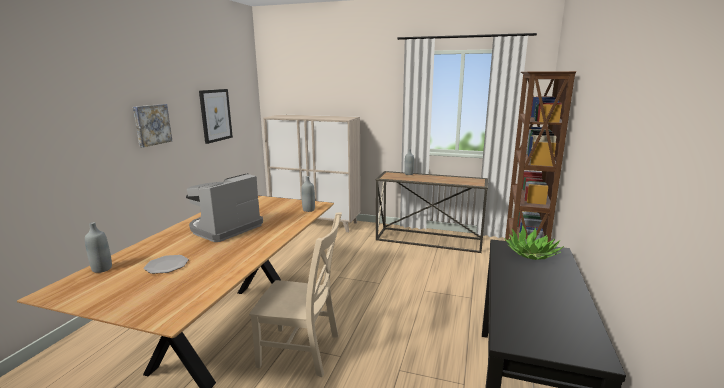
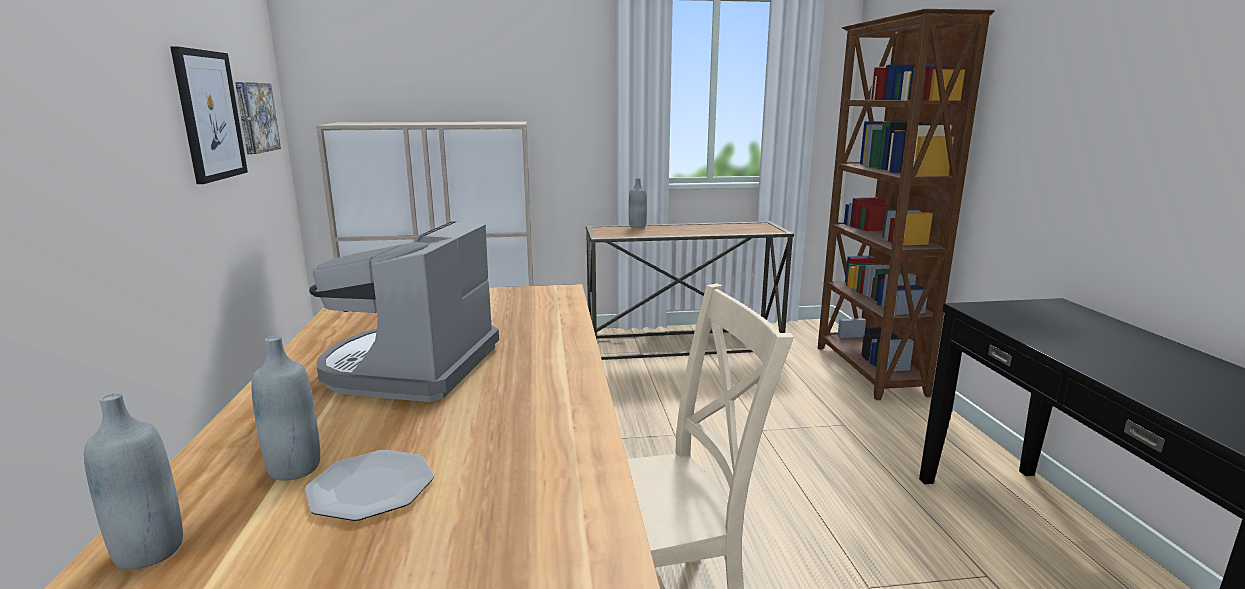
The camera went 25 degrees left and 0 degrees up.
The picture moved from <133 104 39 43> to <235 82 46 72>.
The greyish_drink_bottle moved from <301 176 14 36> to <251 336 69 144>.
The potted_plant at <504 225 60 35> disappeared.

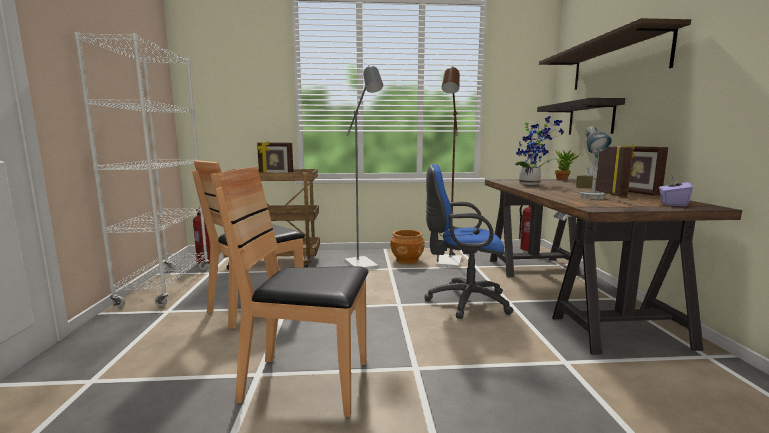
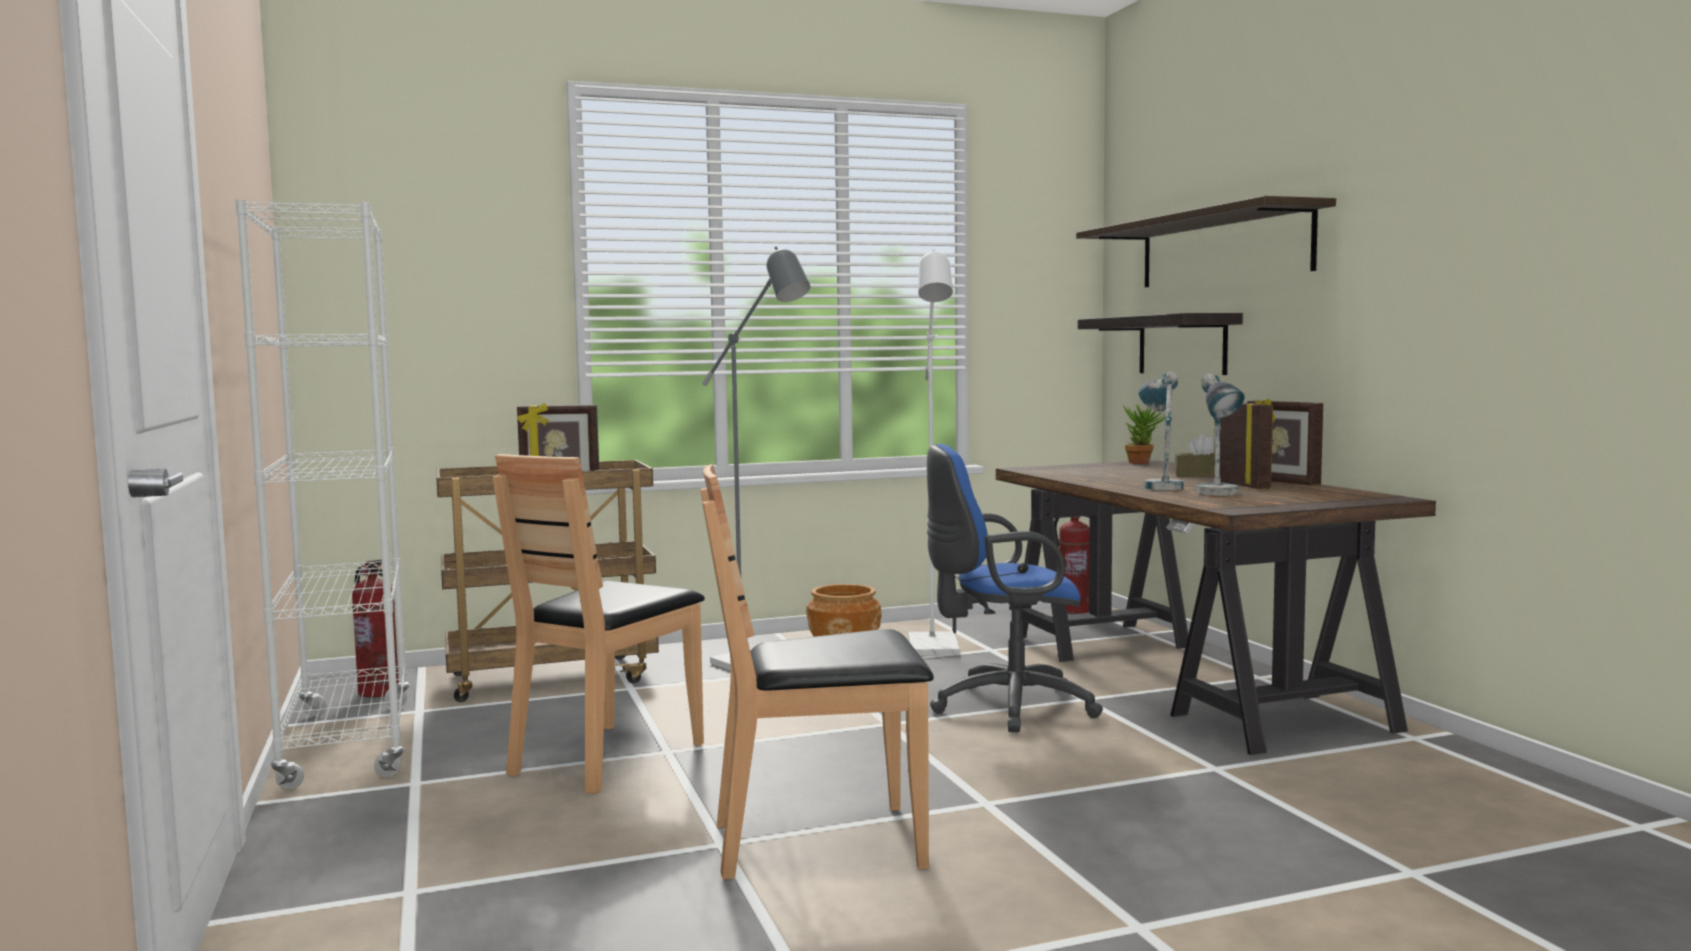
The camera went 15 degrees left and 5 degrees down.
The brown-coloured_floor_lamp at <436 66 26 202> became the white_floor_lamp at <908 249 52 407>.
The potted_plant at <515 116 49 69> disappeared.
The purple_box_of_tissues at <659 176 34 30> disappeared.
The lamp_for_a_table at <1138 371 46 119> appeared.

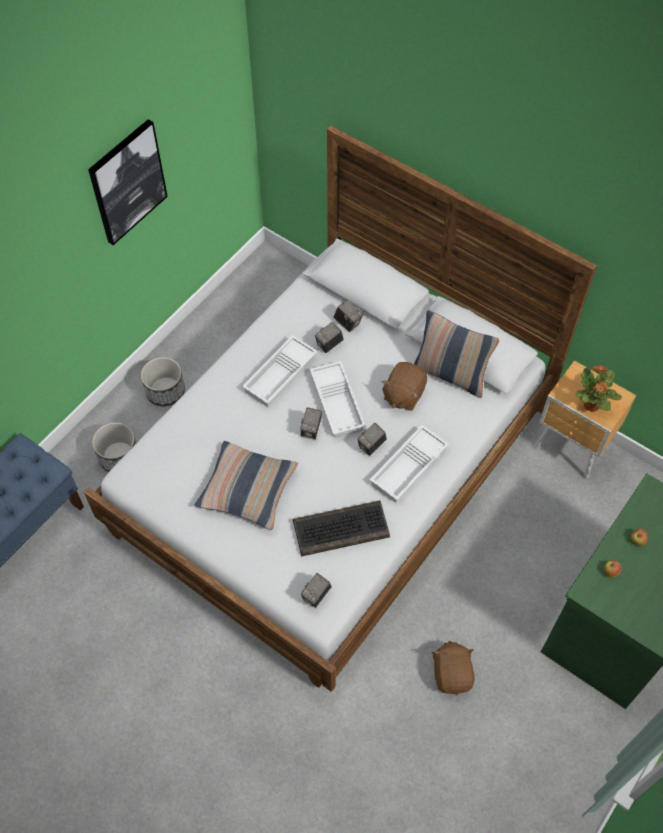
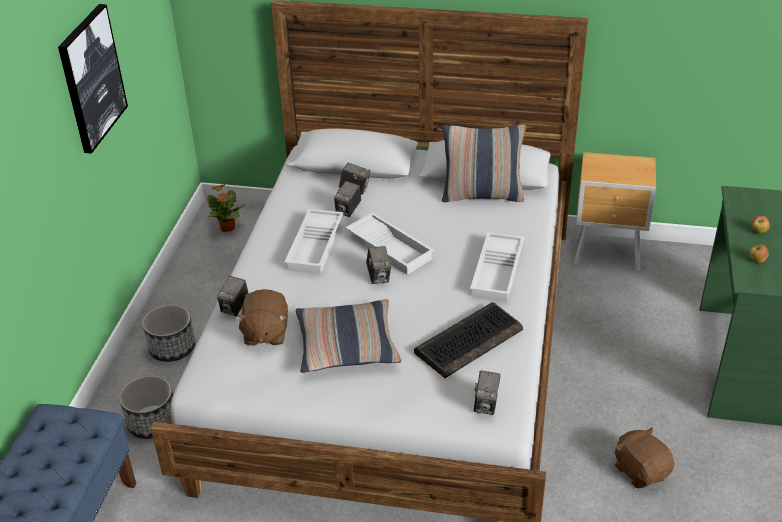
The camera went 25 degrees left and 20 degrees down.
The photo_camera moved from <358 423 29 33> to <217 276 32 40>.
The brown-coloured_soft_toy moved from <382 362 45 49> to <235 289 53 57>.
The potted_plant moved from <576 365 46 47> to <207 184 39 48>.

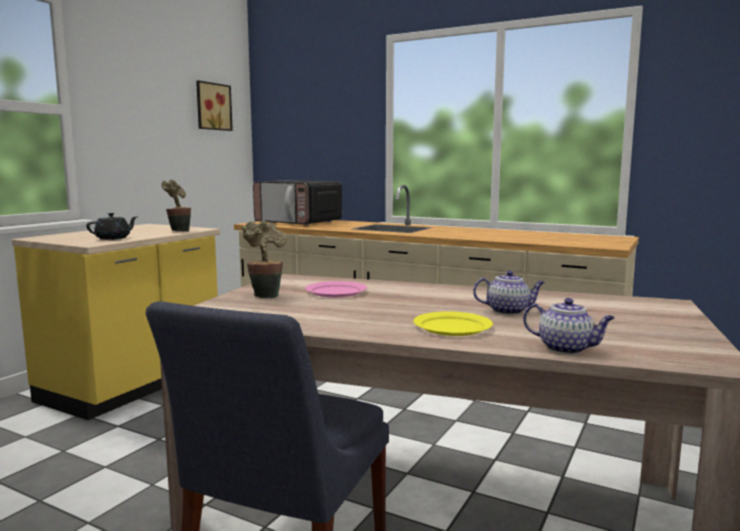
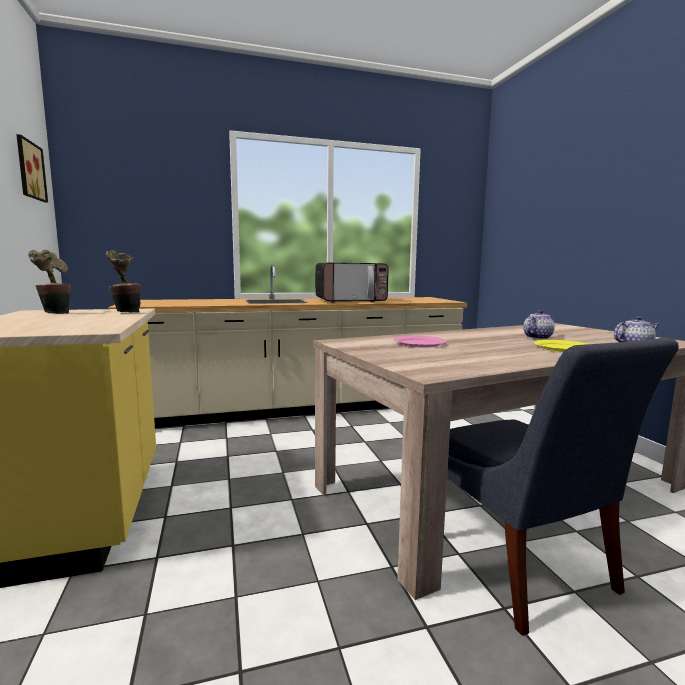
The camera went 45 degrees left and 0 degrees up.
The black_teapot at <86 213 51 27> disappeared.
The potted_plant moved from <241 220 46 78> to <28 249 43 65>.
The microwave_oven moved from <253 180 89 45> to <315 263 74 39>.

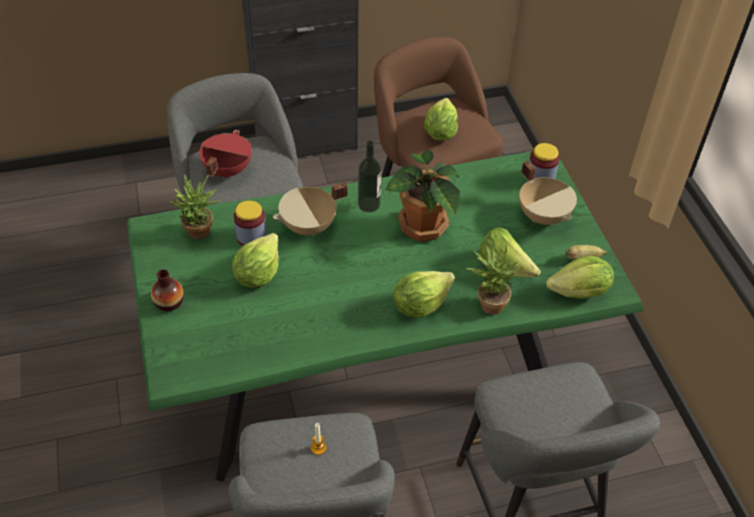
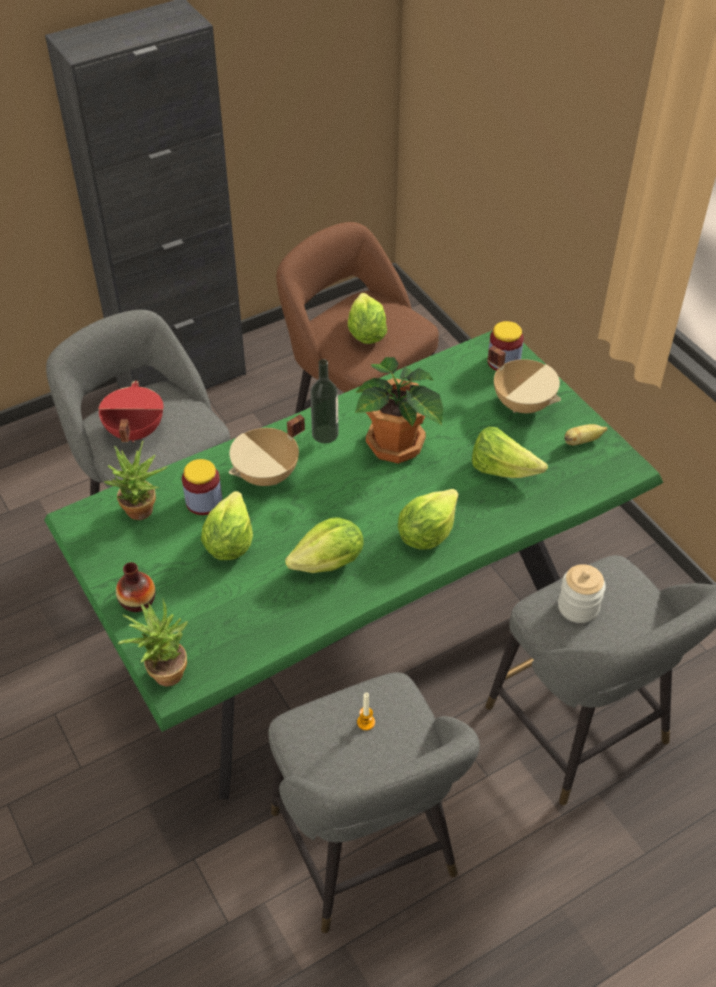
The camera went 15 degrees left and 0 degrees up.
The potted_plant moved from <466 244 54 71> to <118 599 70 87>.
The lettuce_head moved from <546 256 68 43> to <285 517 78 56>.
The storage_jar at <558 564 48 59> appeared.

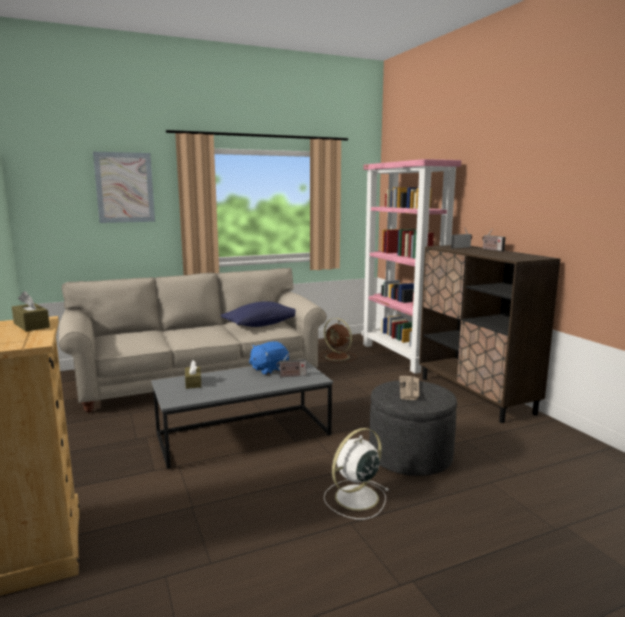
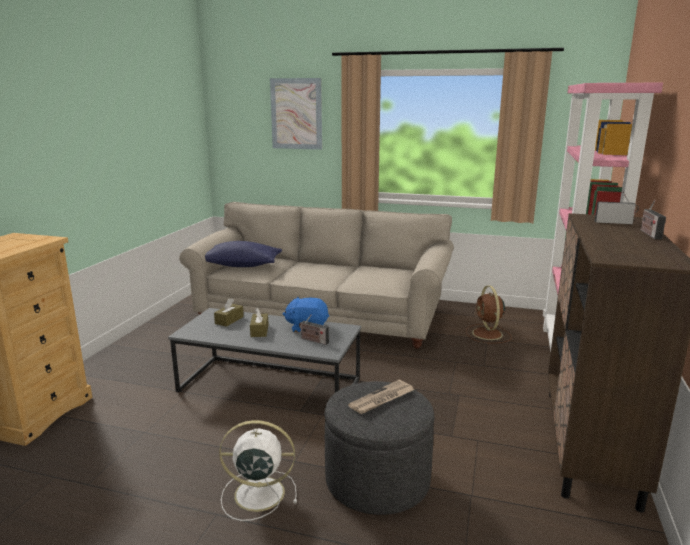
The camera went 40 degrees right and 5 degrees up.
The brown-coloured_box_of_tissues moved from <12 291 38 40> to <250 308 18 29>.
The blue_cushion moved from <221 301 75 26> to <205 241 77 26>.

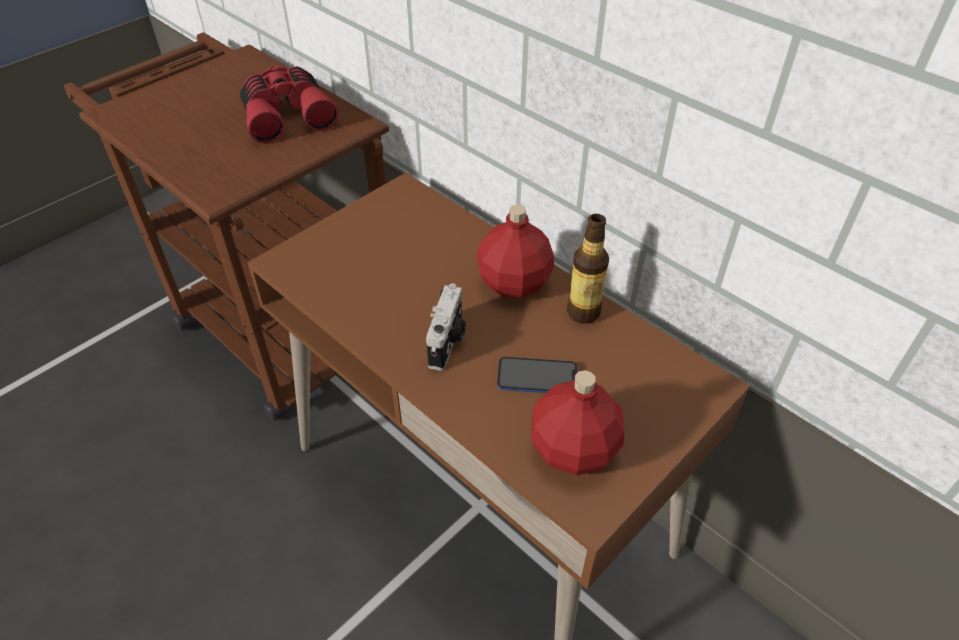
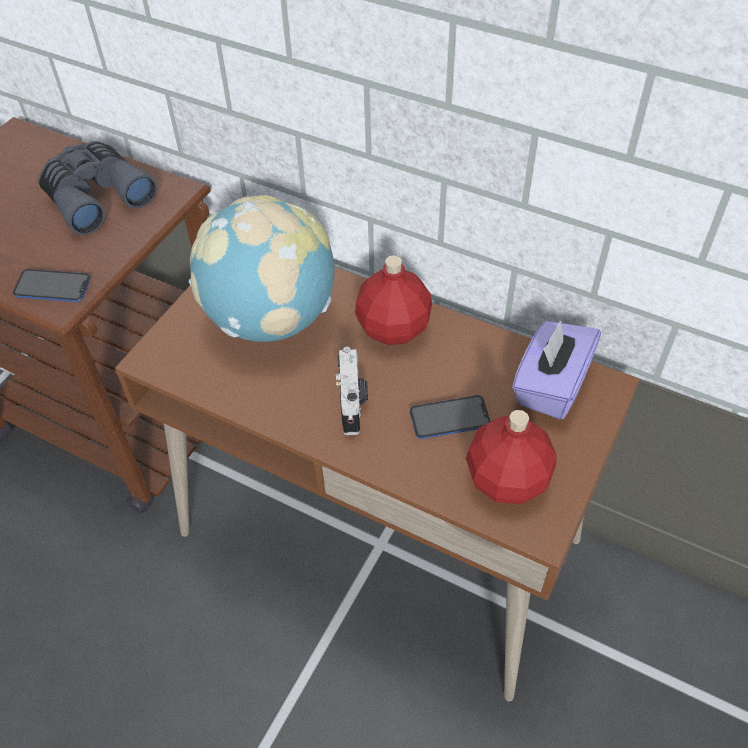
The camera went 15 degrees left and 5 degrees up.
The red-coloured_binoculars at <240 66 99 78> became the greyish_binoculars at <38 141 120 94>.
The drink_bottle at <567 214 42 110> disappeared.
The phone at <13 269 77 33> appeared.
The desk_globe at <189 195 146 147> appeared.
The purple_box_of_tissues at <512 320 89 100> appeared.

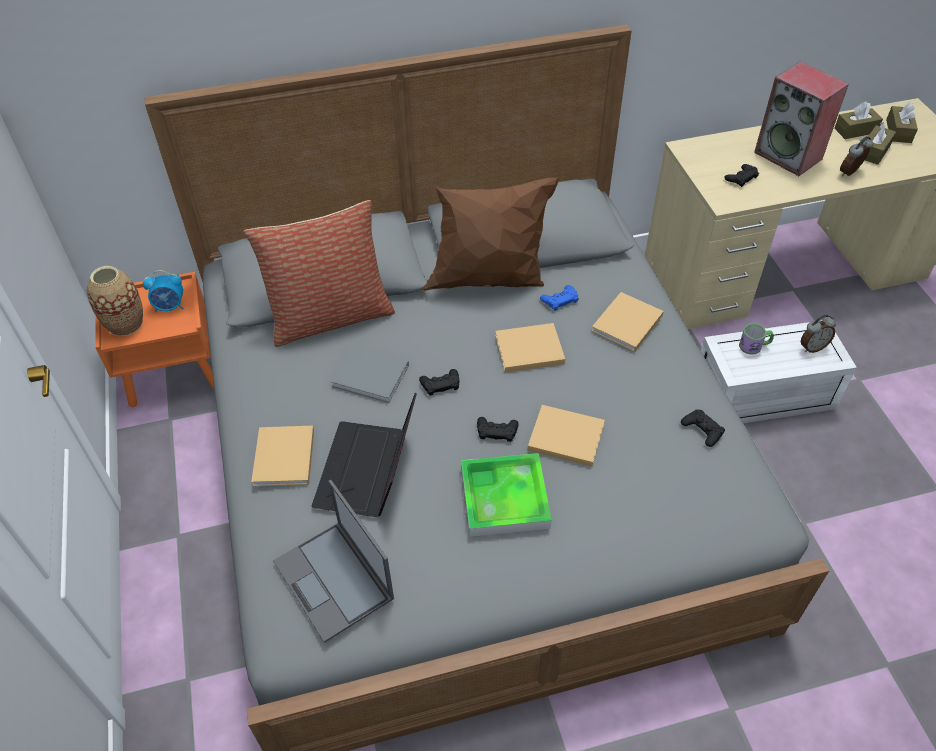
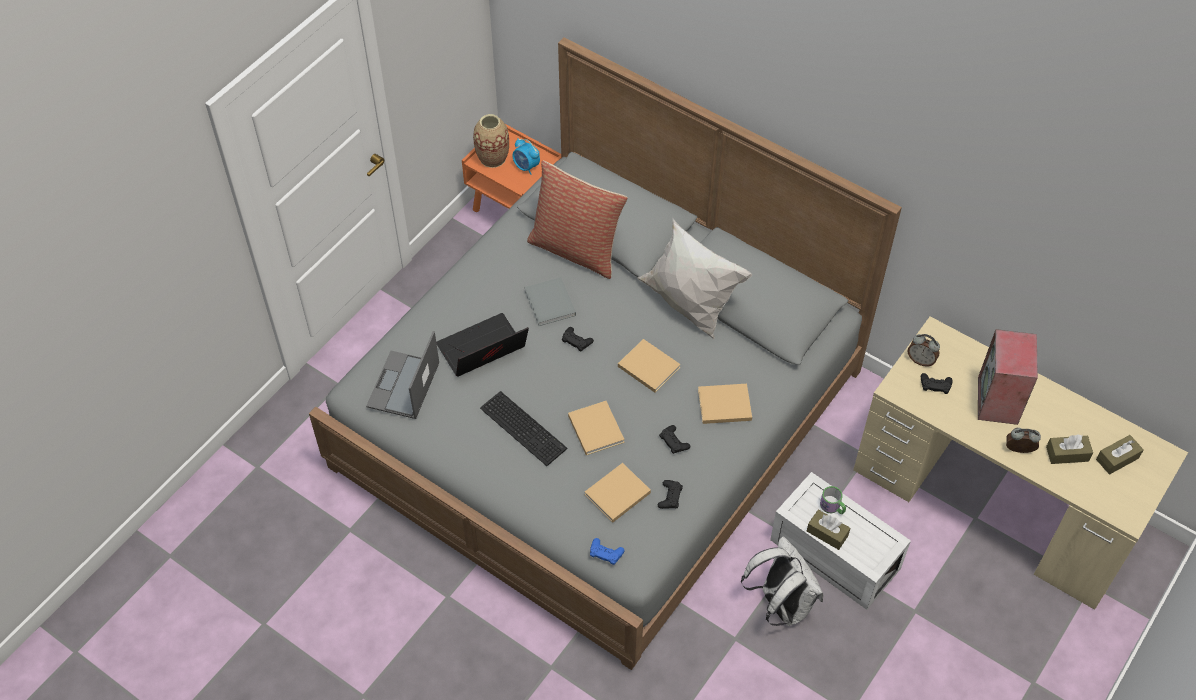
The camera went 50 degrees right and 5 degrees up.
The beige-coloured_book moved from <251 426 63 61> to <585 463 66 60>.
The brown-coloured_cushion at <422 177 138 114> became the white_cushion at <637 218 116 121>.
The serving_tray at <461 453 91 84> was replaced by the PC_keyboard at <480 391 88 75>.
The black_game_controller moved from <477 417 42 25> to <660 425 30 29>.
The blue_game_controller moved from <540 285 39 26> to <590 538 35 27>.
The table_clock moved from <801 315 35 38> to <908 334 32 33>.
The brown-coloured_box_of_tissues moved from <834 101 49 38> to <807 510 44 40>.
The white_rucksack at <741 536 82 90> appeared.

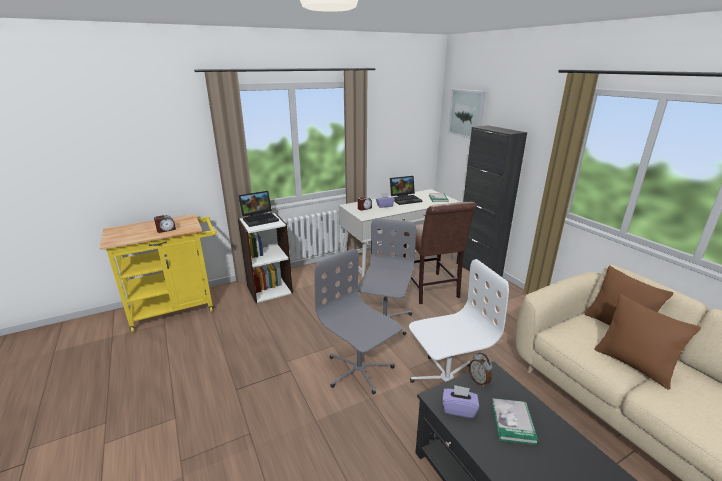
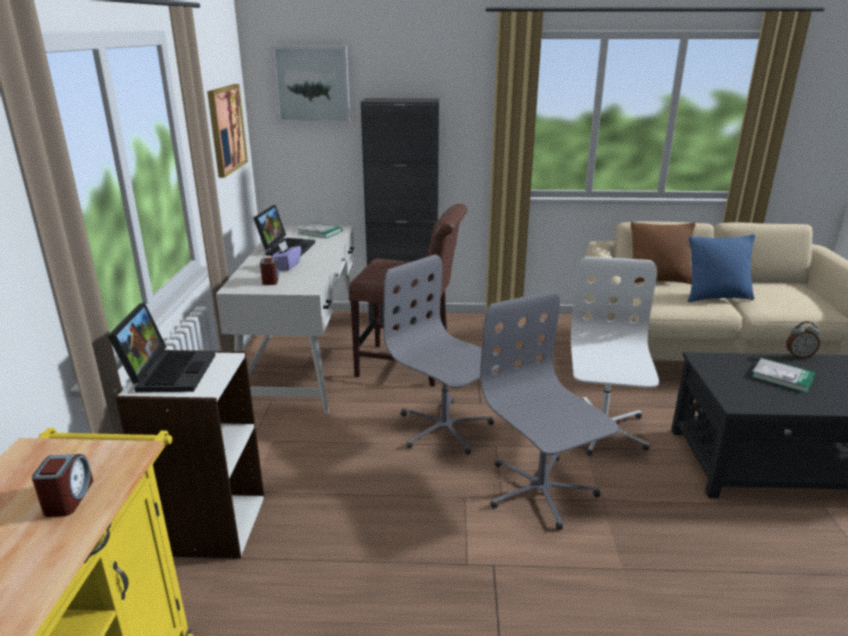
The camera went 60 degrees left and 0 degrees up.
The greyish_office_chair at <314 248 88 147> turned 75 degrees clockwise.
The purple_box_of_tissues at <442 385 37 33> disappeared.
The table_clock moved from <469 353 24 34> to <786 321 34 38>.
The brown-coloured_cushion at <594 294 107 96> became the blue_cushion at <688 234 67 68>.
The picture at <207 84 41 94> appeared.

